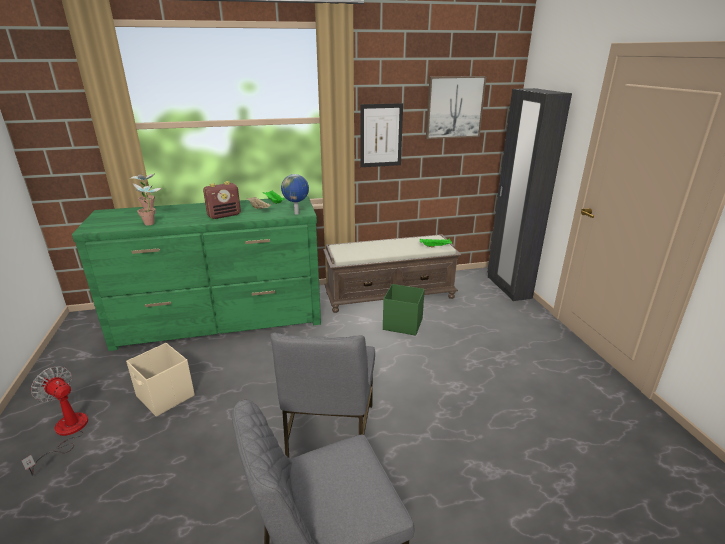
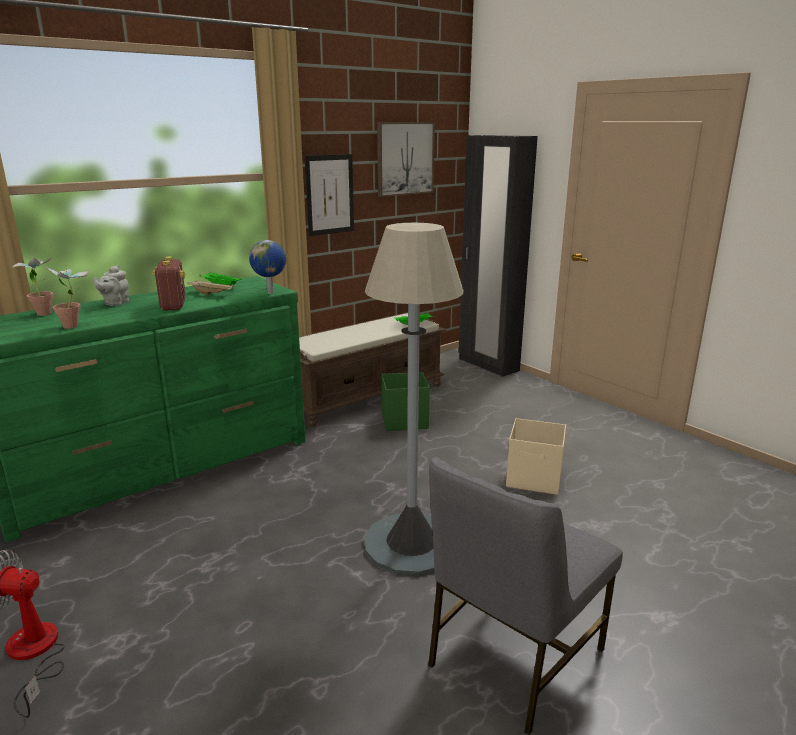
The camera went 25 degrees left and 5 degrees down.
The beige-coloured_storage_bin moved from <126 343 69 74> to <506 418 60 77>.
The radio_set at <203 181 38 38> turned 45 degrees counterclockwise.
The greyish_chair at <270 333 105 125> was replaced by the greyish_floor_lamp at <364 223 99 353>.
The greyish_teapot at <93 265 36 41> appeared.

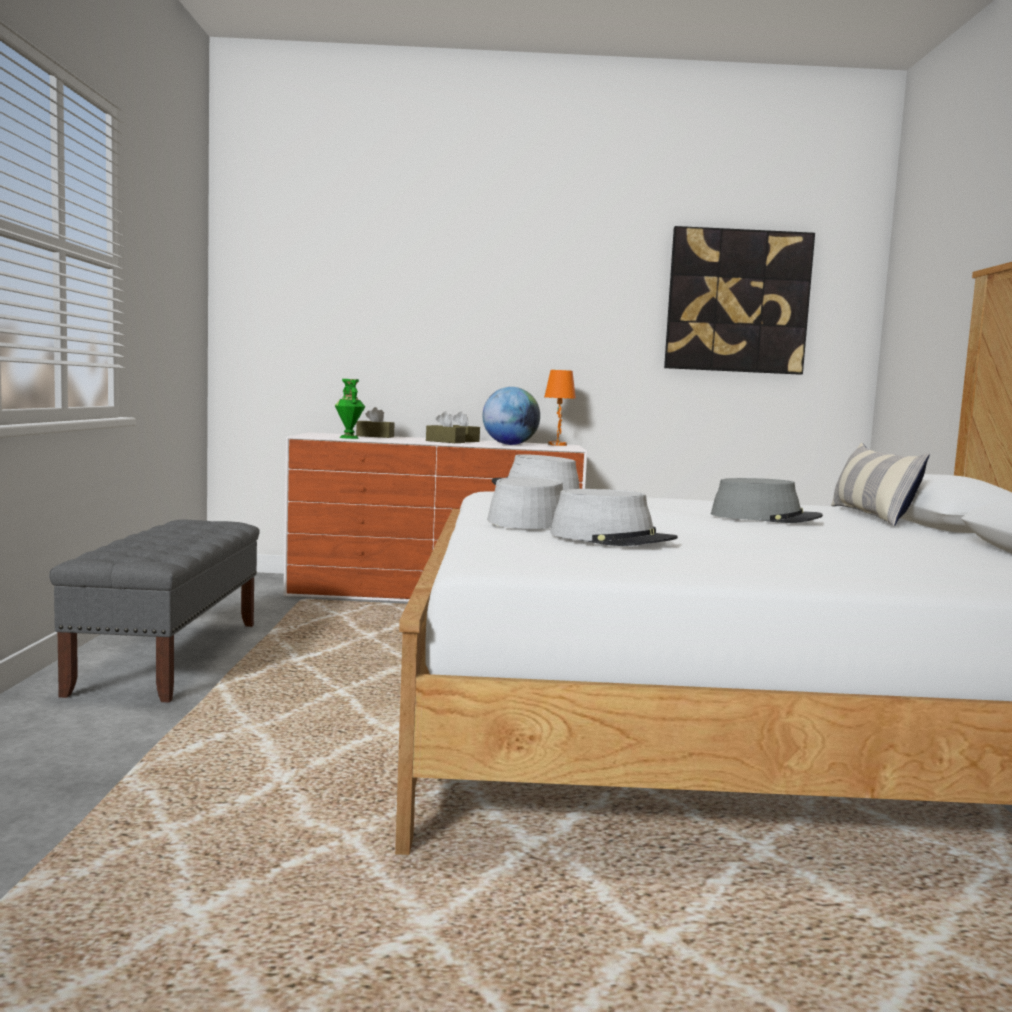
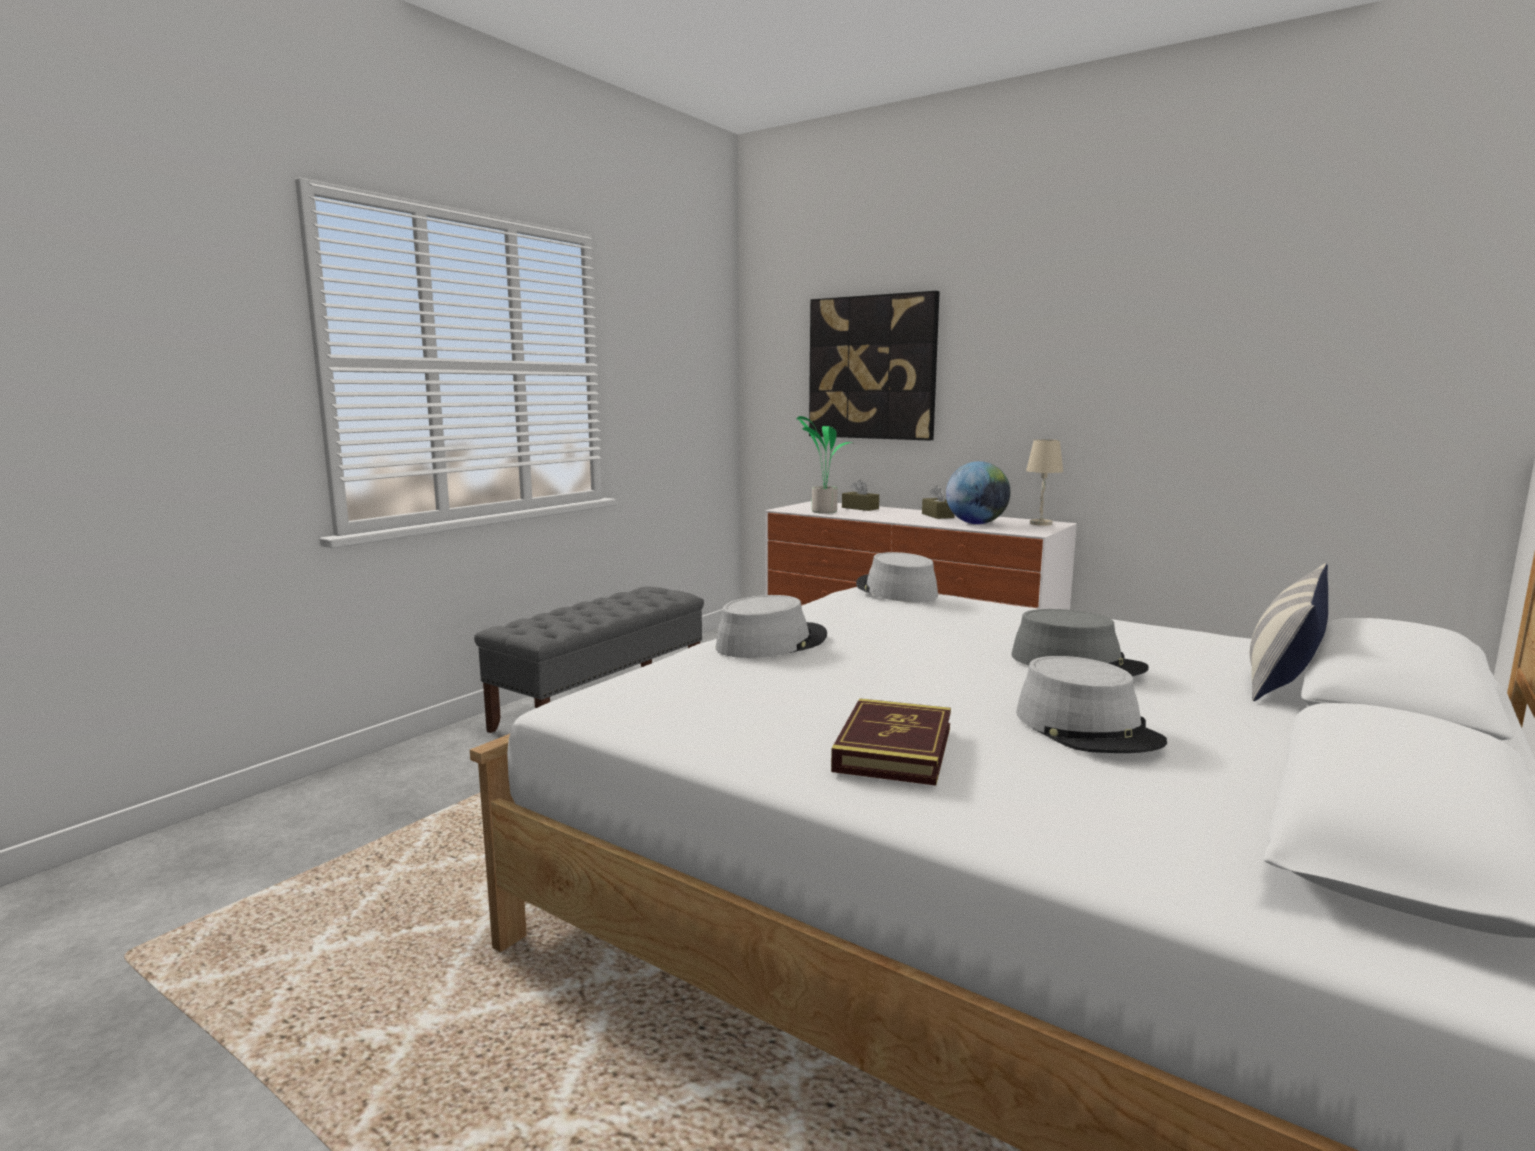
The camera went 35 degrees right and 5 degrees up.
The greenish_vase at <334 379 31 60> was replaced by the potted_plant at <797 416 54 98>.
The brown-coloured_box_of_tissues at <426 411 40 32> disappeared.
The orange-coloured_lamp_for_a_table at <544 370 32 76> became the beige-coloured_lamp_for_a_table at <1026 439 37 87>.
The greyish_hat moved from <550 489 128 57> to <1016 656 151 97>.
The picture moved from <664 226 151 149> to <809 291 131 150>.
The book at <831 698 120 88> appeared.

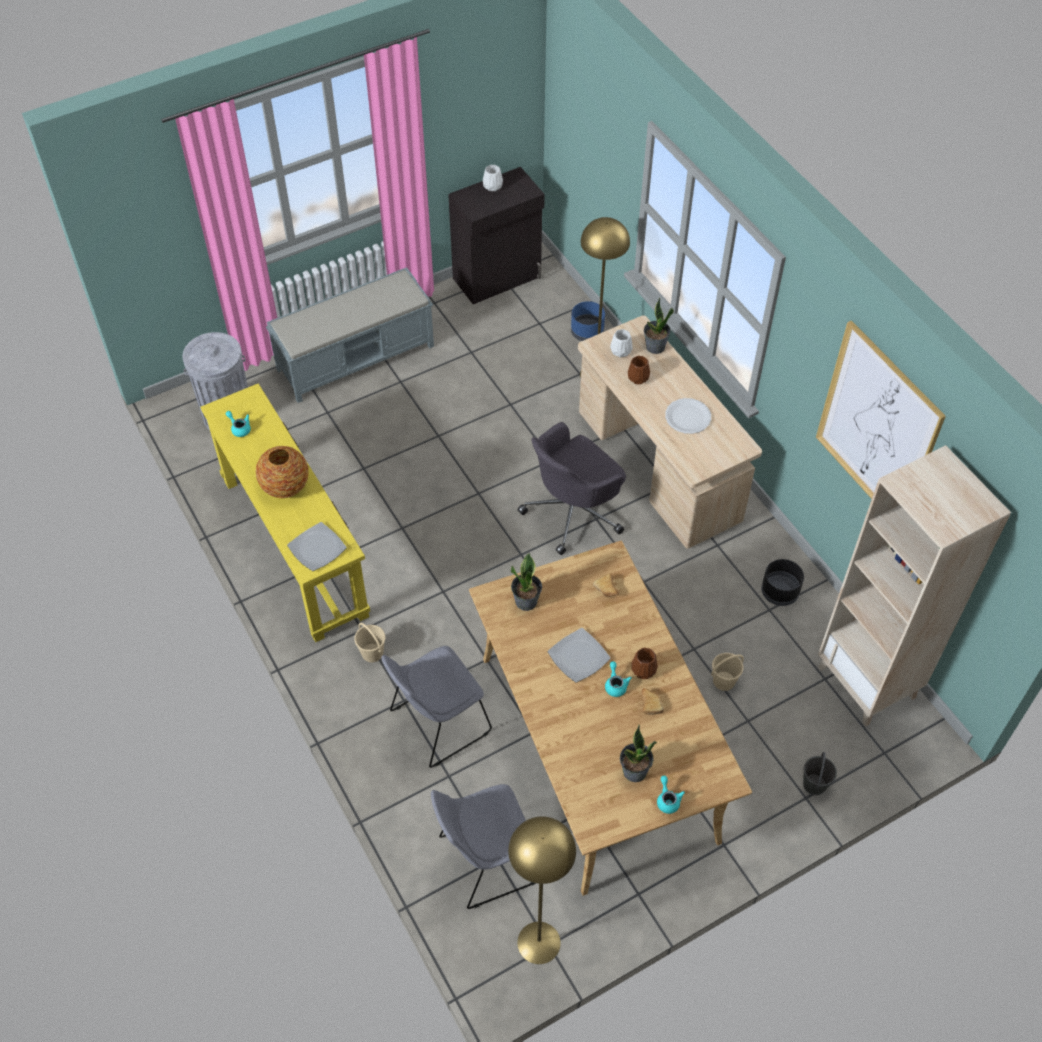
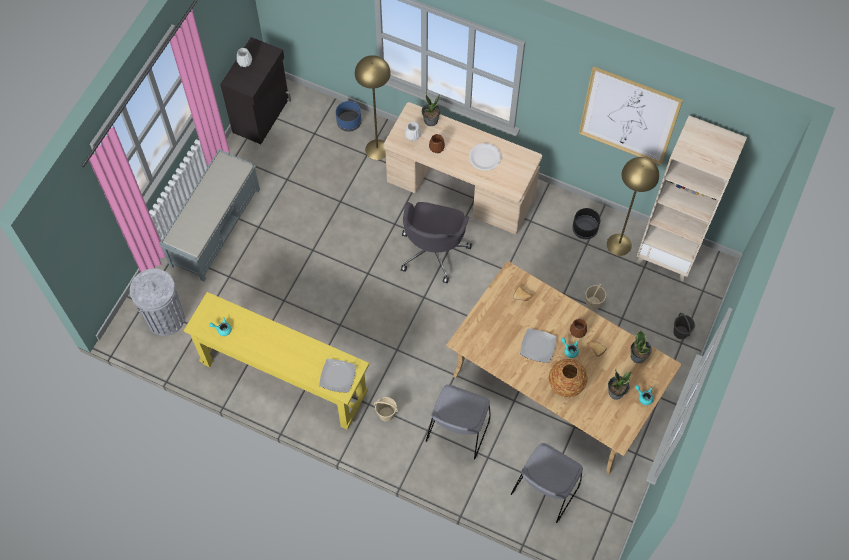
The camera went 35 degrees left and 10 degrees up.
The vase moved from <256 446 53 52> to <549 359 38 38>.
The yellowish_floor_lamp moved from <508 816 68 148> to <607 157 52 99>.
The potted_plant moved from <511 553 31 58> to <630 331 22 32>.

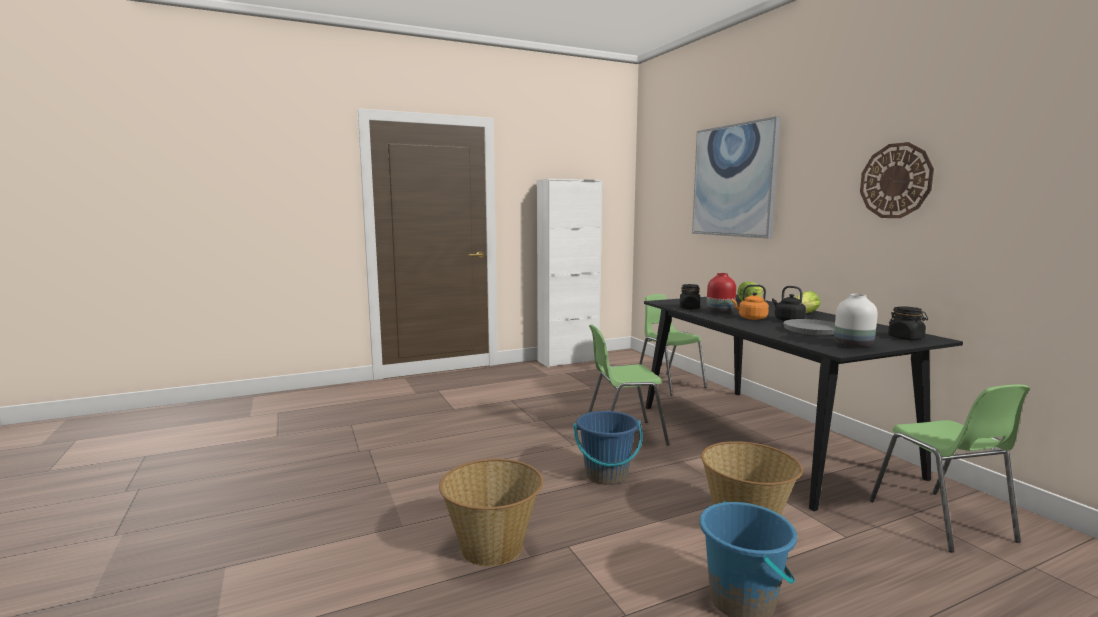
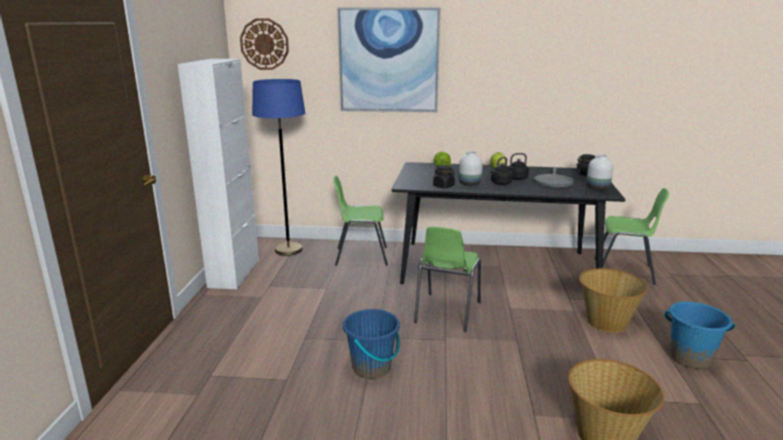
The camera went 60 degrees left and 10 degrees up.
The blue_bucket moved from <573 411 70 74> to <343 309 57 70>.
The red-coloured_vase at <707 273 29 40> became the white_vase at <459 151 24 35>.
The orange-coloured_tea_kettle at <731 284 38 36> became the black_tea_kettle at <491 157 22 28>.
The wall_clock moved from <860 142 74 76> to <240 18 49 52>.
The blue_floor_lamp at <252 79 53 177> appeared.

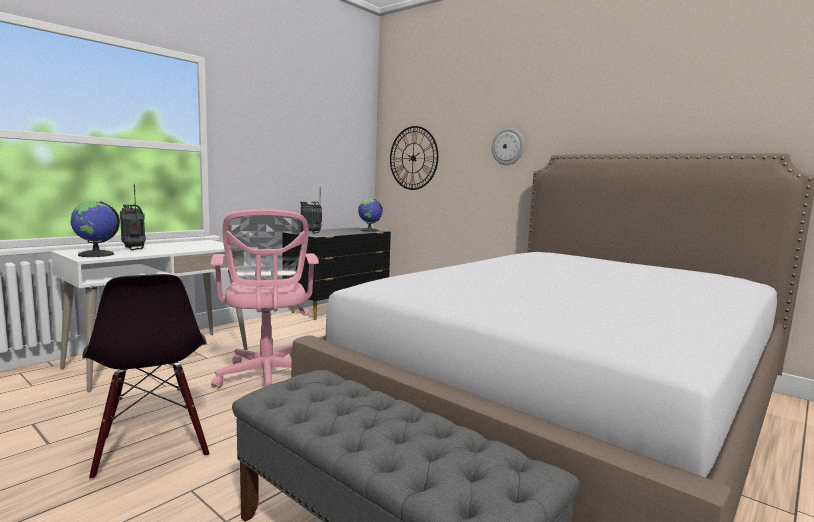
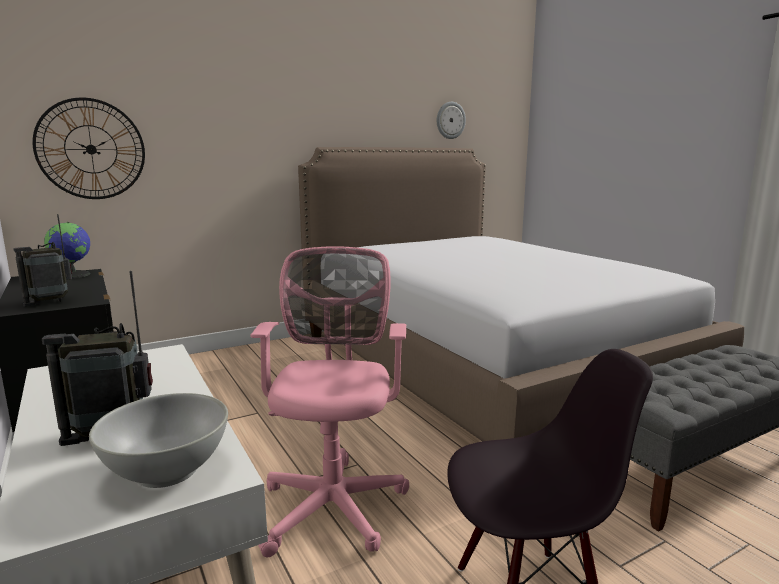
The camera went 70 degrees left and 5 degrees up.
The desk_globe at <70 201 50 56> was replaced by the white_serving_bowl at <89 393 139 95>.
The pink-coloured_office_chair at <211 210 108 178> turned 90 degrees counterclockwise.
The wall_clock moved from <492 128 32 37> to <437 102 29 37>.

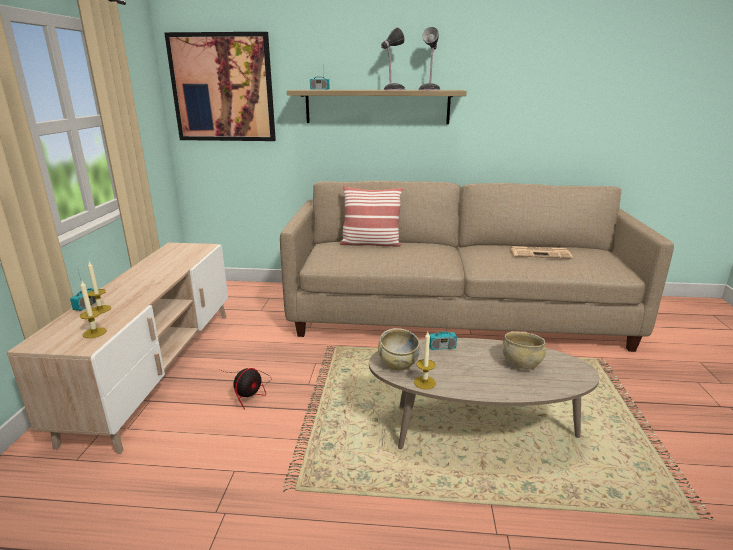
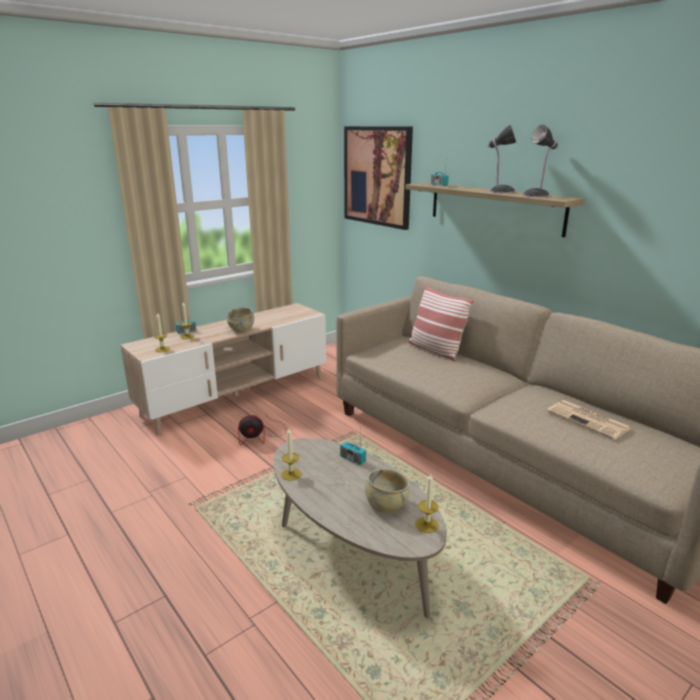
The camera went 45 degrees right and 0 degrees up.
The beige-coloured_serving_bowl moved from <378 328 42 42> to <227 307 27 25>.
The candle at <416 473 23 60> appeared.

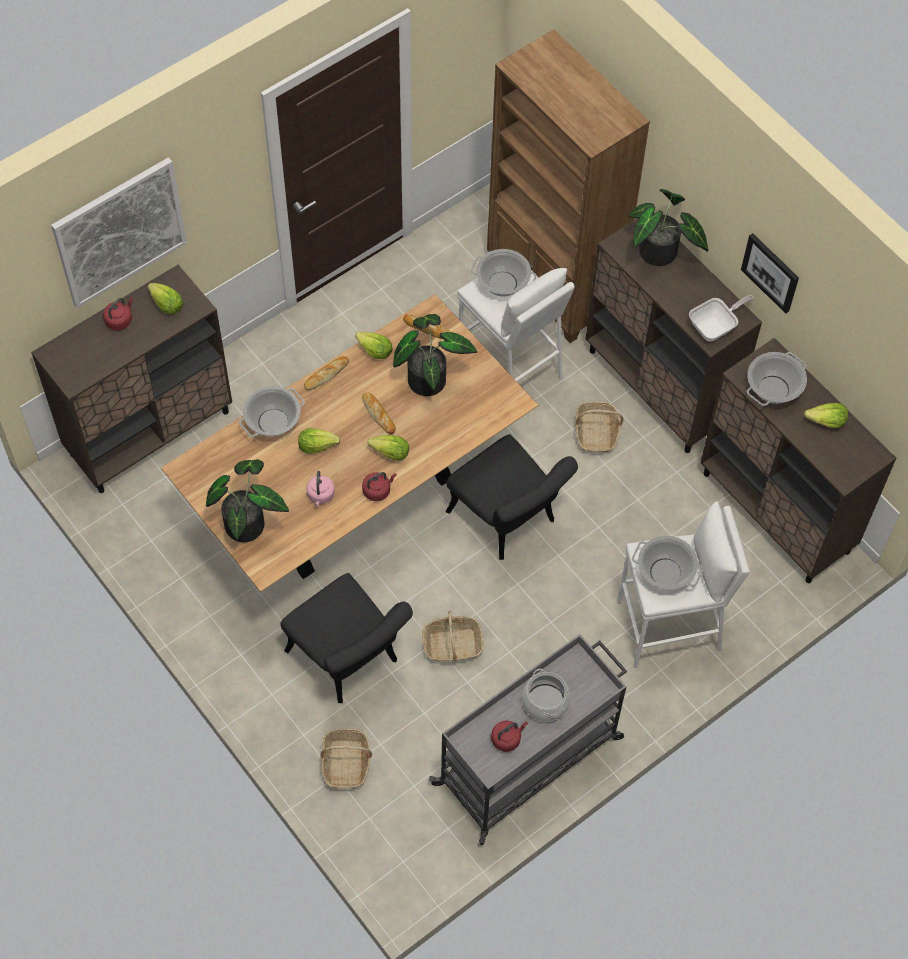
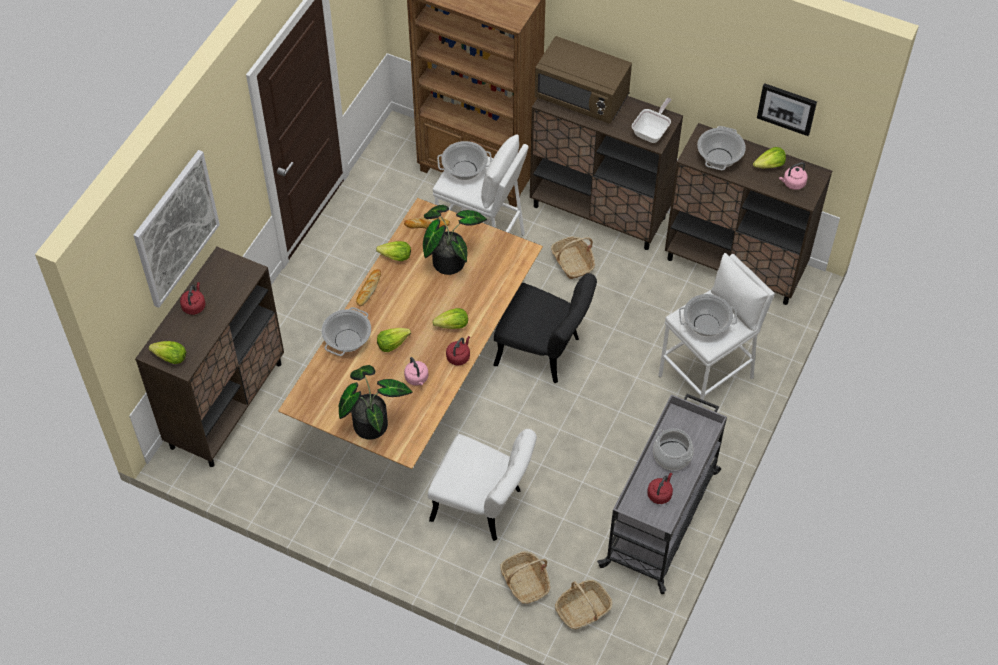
The camera went 25 degrees left and 5 degrees down.
The lettuce_head moved from <148 283 36 32> to <149 341 37 23>.
The black_chair at <280 573 133 130> became the white_chair at <428 429 109 112>.
The bread at <362 392 34 42> disappeared.
The basket moved from <422 611 62 50> to <555 580 57 50>.
The potted_plant at <629 189 79 77> was replaced by the brown-coloured_microwave_oven at <535 36 97 88>.
The picture moved from <741 233 58 80> to <757 83 60 53>.
The pink-coloured_tea_kettle at <779 162 29 28> appeared.

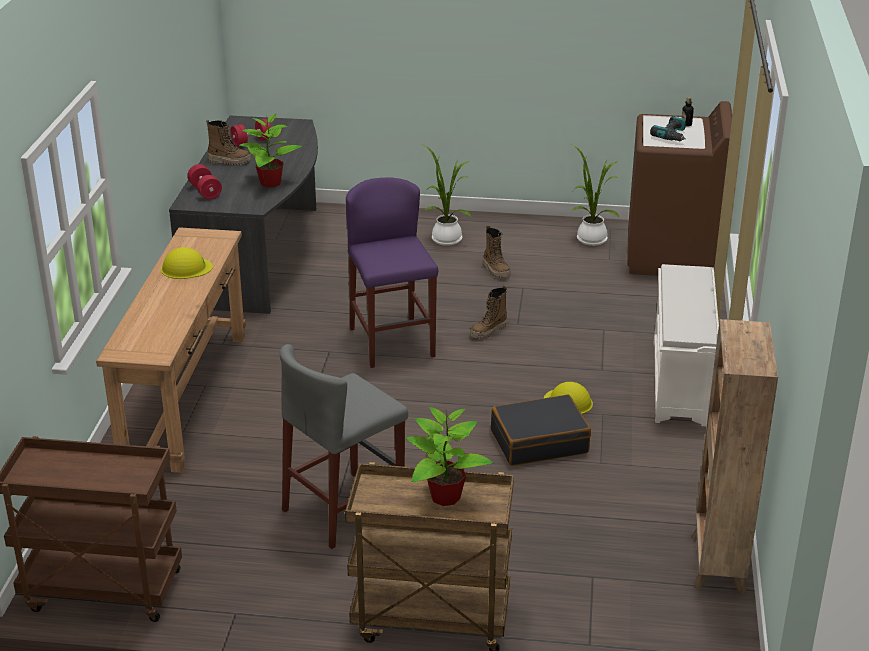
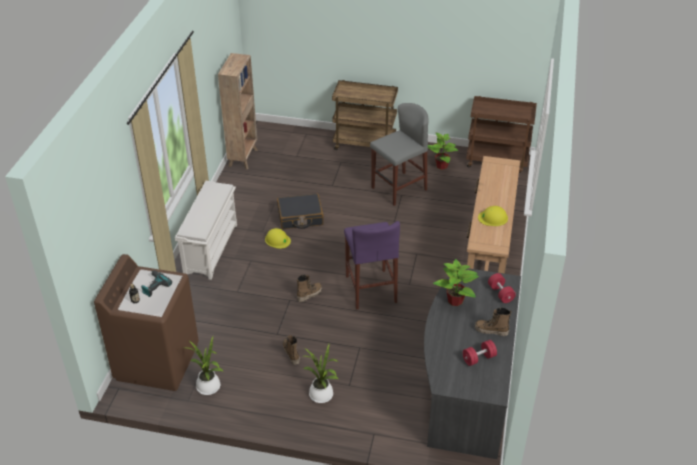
The camera went 175 degrees left and 10 degrees up.
The potted_plant moved from <406 407 87 99> to <428 133 31 37>.

